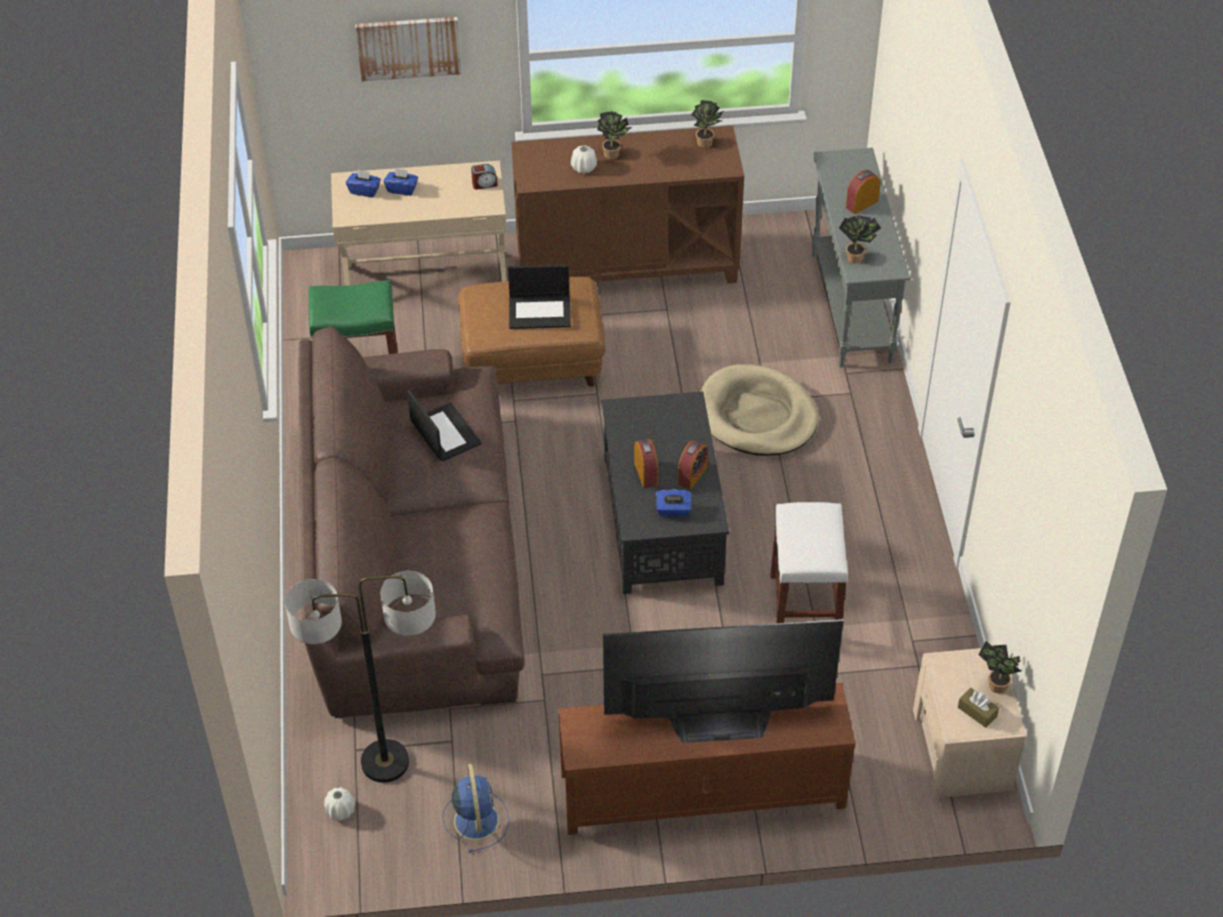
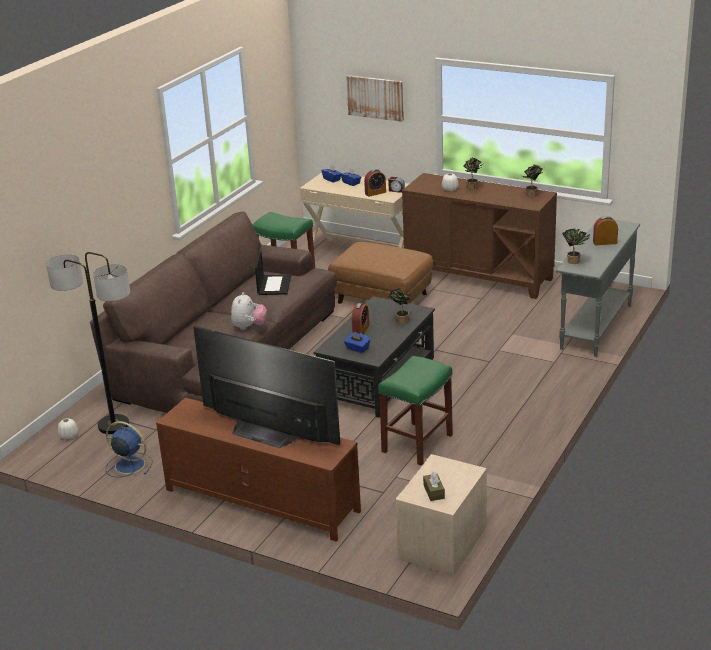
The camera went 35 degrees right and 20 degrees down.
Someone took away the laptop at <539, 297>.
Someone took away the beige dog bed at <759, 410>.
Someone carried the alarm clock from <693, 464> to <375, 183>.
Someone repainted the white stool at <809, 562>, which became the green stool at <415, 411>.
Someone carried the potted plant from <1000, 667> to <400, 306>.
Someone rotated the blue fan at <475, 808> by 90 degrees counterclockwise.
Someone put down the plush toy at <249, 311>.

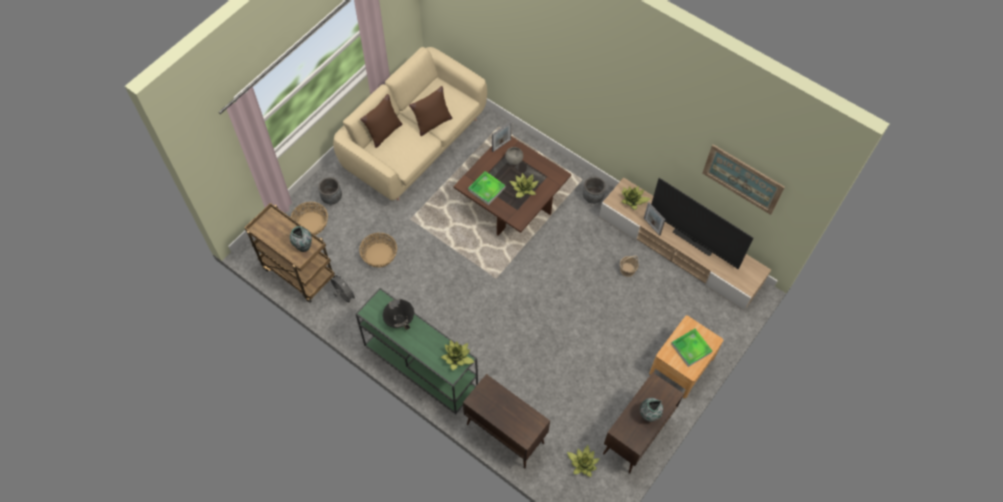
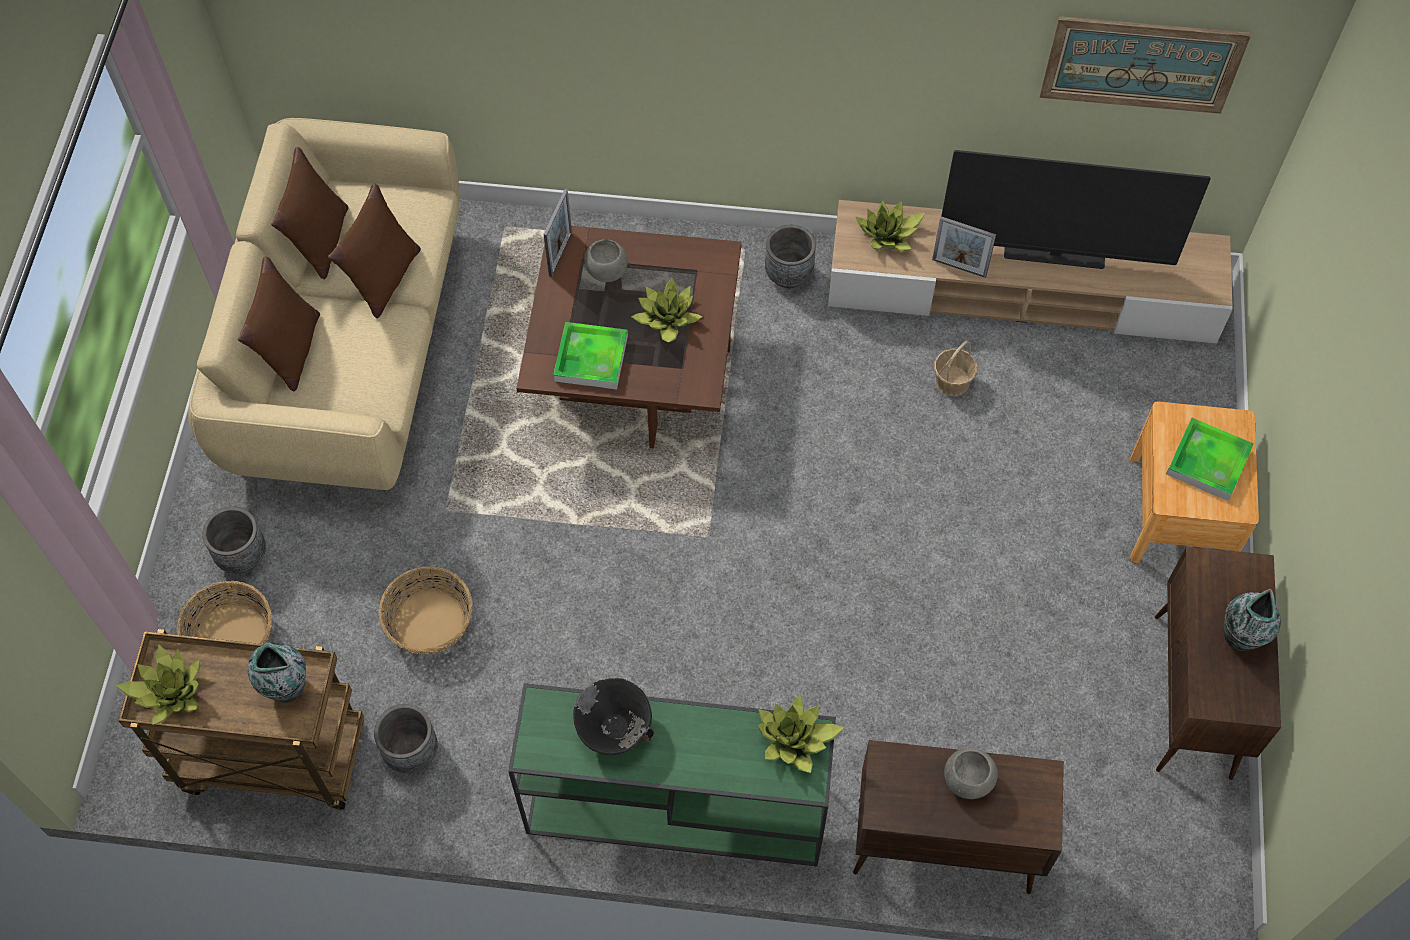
The camera went 30 degrees left and 0 degrees up.
Someone swapped the grey fan at <344, 288> for the grey planter at <406, 738>.
Someone carried the potted plant from <583, 461> to <157, 684>.
Someone put down the brown pillow at <310, 213>.
Someone put down the grey bowl at <971, 773>.

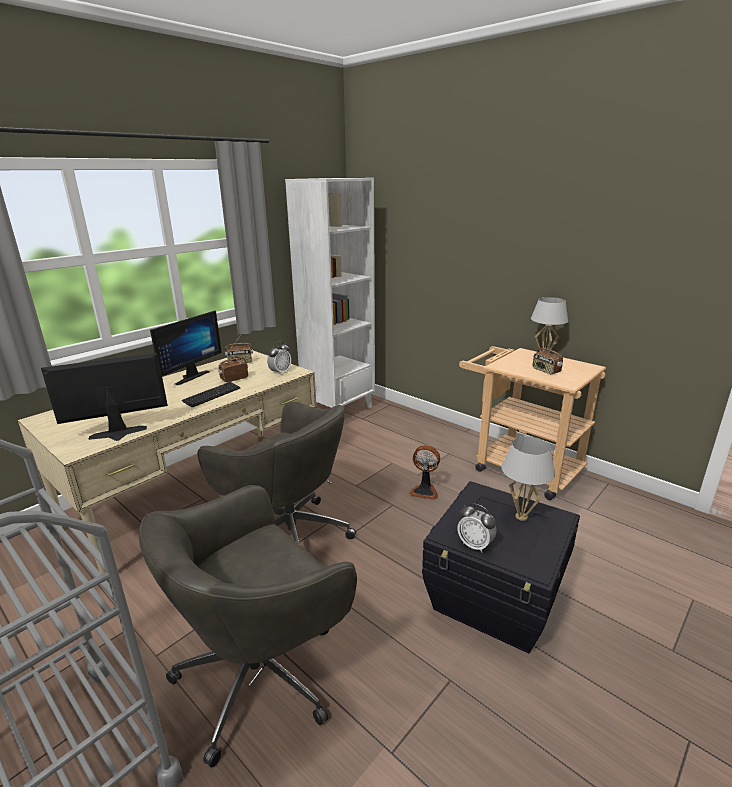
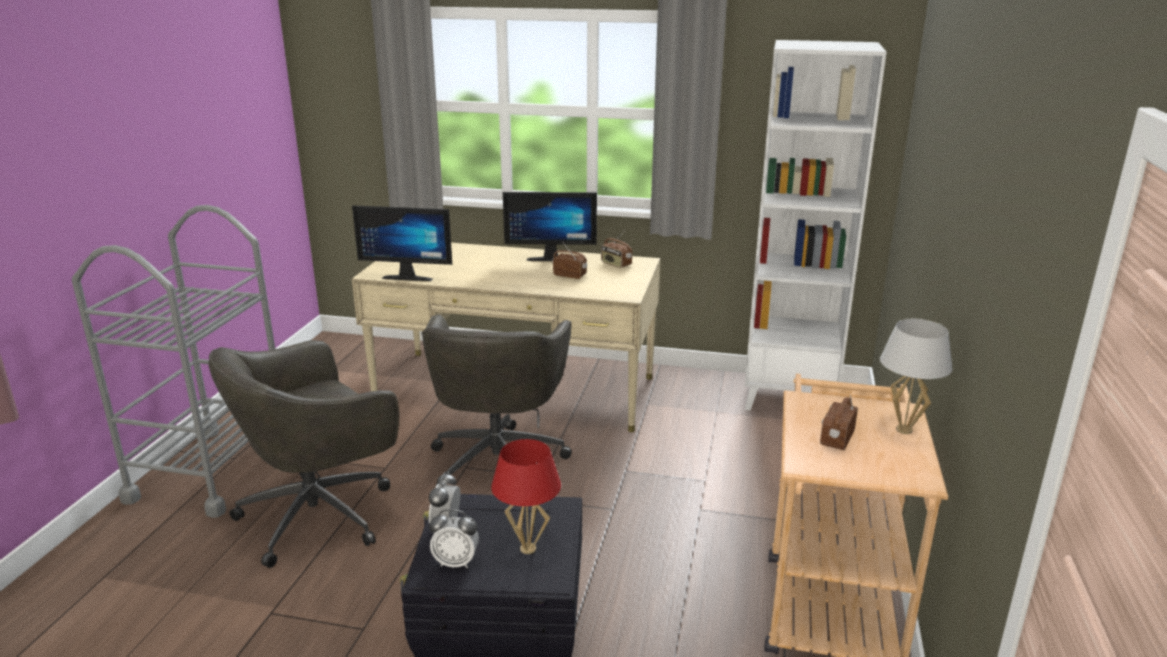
The camera went 60 degrees right and 0 degrees up.
Someone carried the alarm clock from <279, 358> to <454, 539>.
Someone rotated the monitor at <104, 397> by 150 degrees clockwise.
Someone took away the keyboard at <211, 395>.
Someone repainted the white table lamp at <528, 478>, which became the red table lamp at <526, 496>.
Someone took away the fan at <424, 472>.
Someone rotated the grey office chair at <248, 626> by 60 degrees counterclockwise.

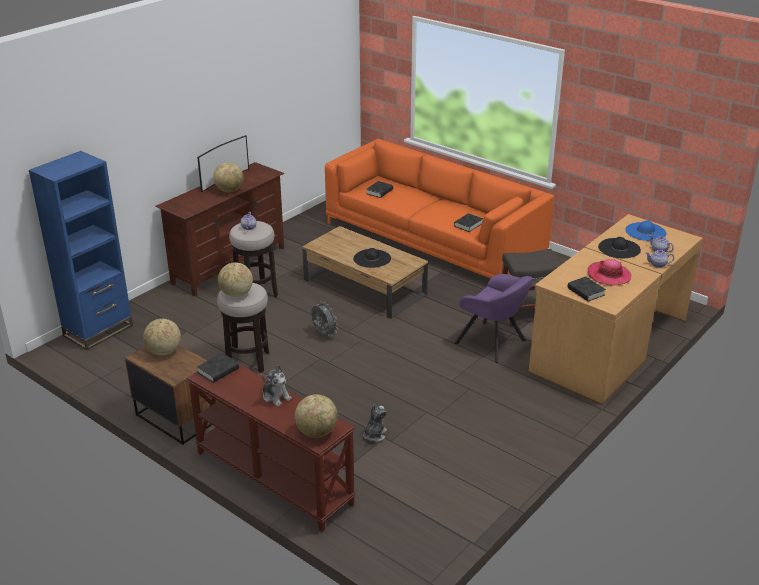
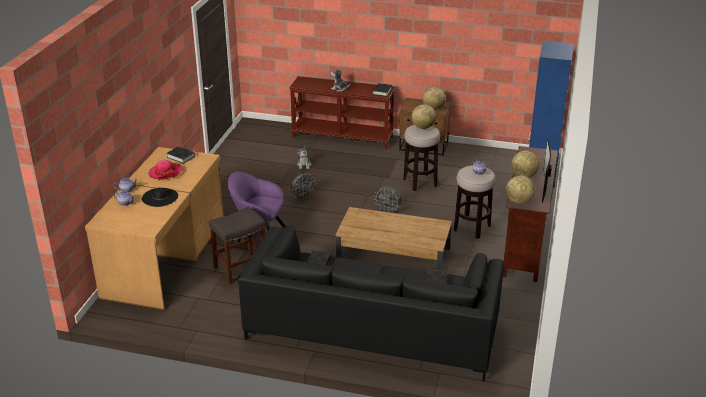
The camera went 155 degrees right and 0 degrees up.
Someone repainted the orange sofa at <439, 209>, which became the black sofa at <371, 303>.
Someone took away the blue hat at <645, 231>.
Someone took away the black hat at <372, 258>.
Someone carried the globe from <316, 416> to <521, 190>.
Someone put down the grey fan at <302, 186>.

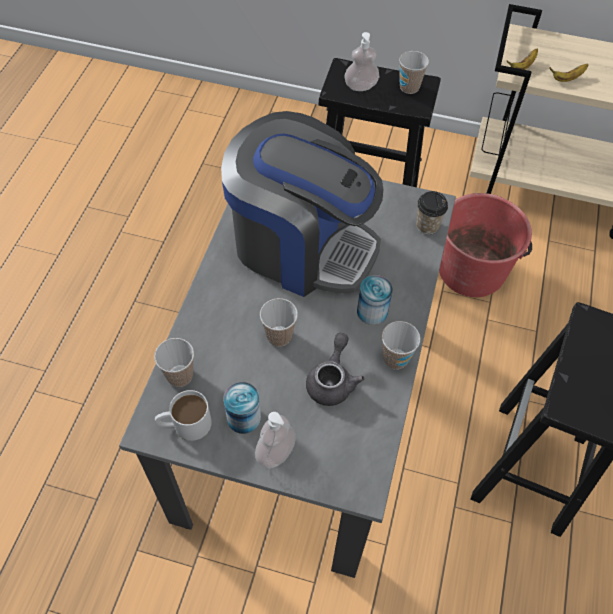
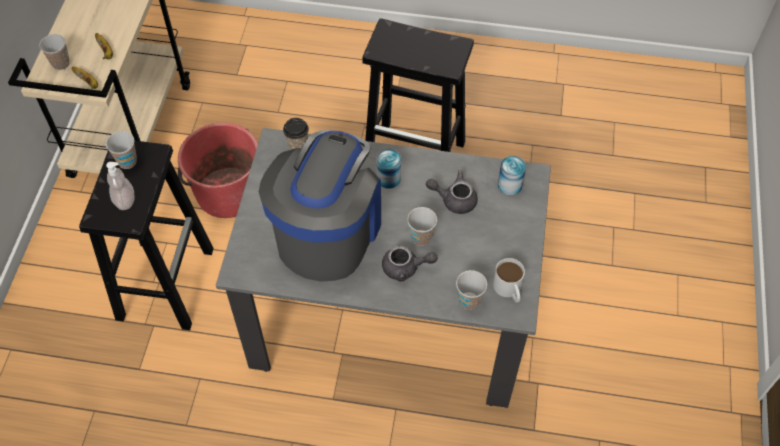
The camera went 95 degrees left and 0 degrees up.
Someone carried the cup from <401, 345> to <54, 52>.
Someone carried the can from <242, 408> to <512, 175>.
Someone took away the soap dispenser at <275, 440>.
Someone put down the grey teapot at <410, 263>.

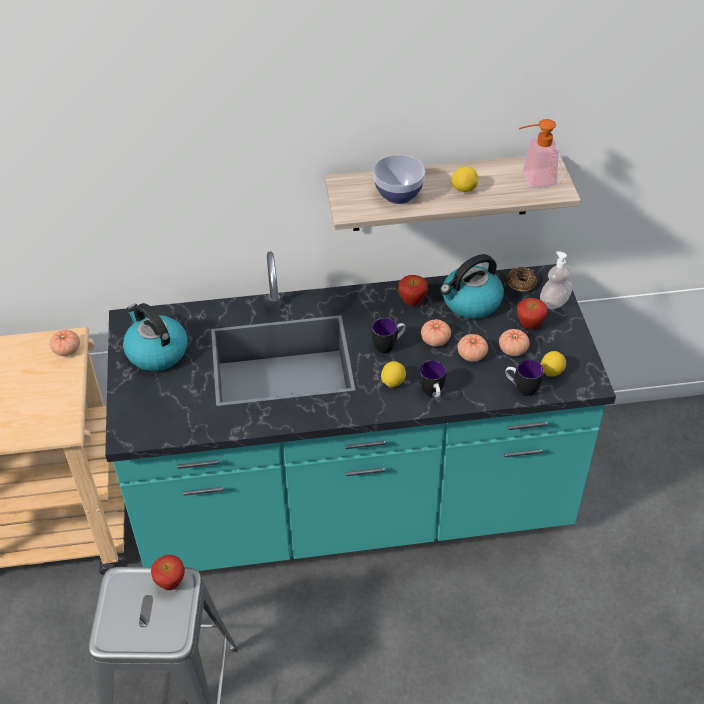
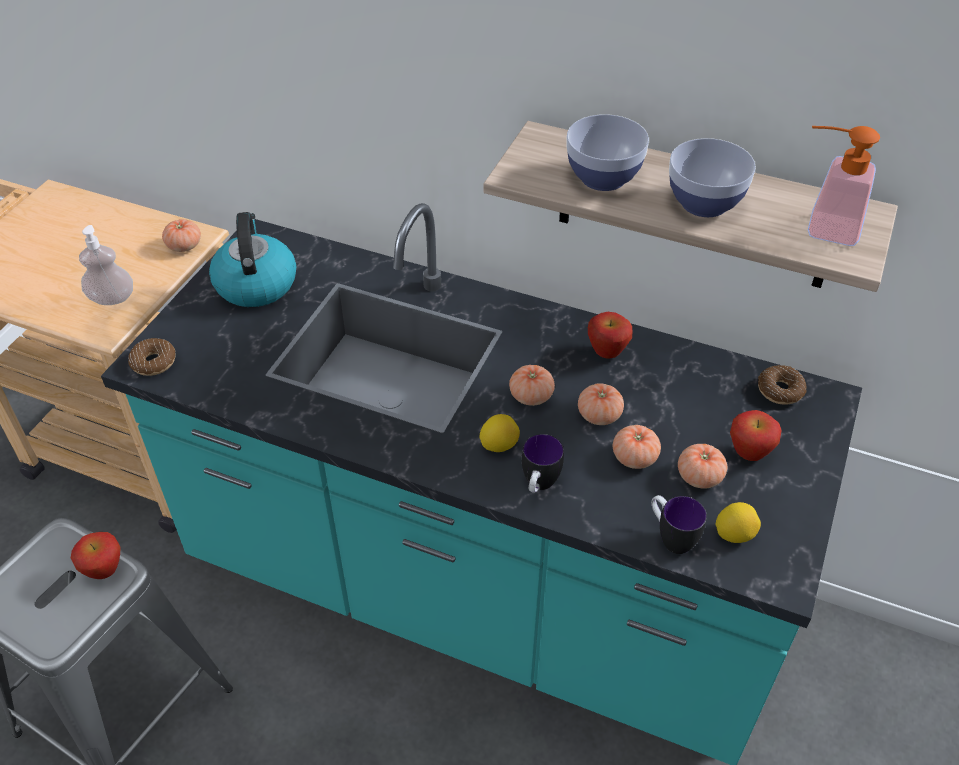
The camera went 30 degrees right and 0 degrees up.
Someone swapped the lemon at <464, 179> for the bowl at <712, 177>.
Someone carried the soap dispenser from <556, 280> to <106, 265>.
Someone took away the kettle at <472, 286>.
Someone swapped the mug at <389, 336> for the tomato at <532, 385>.
Someone put down the donut at <152, 357>.

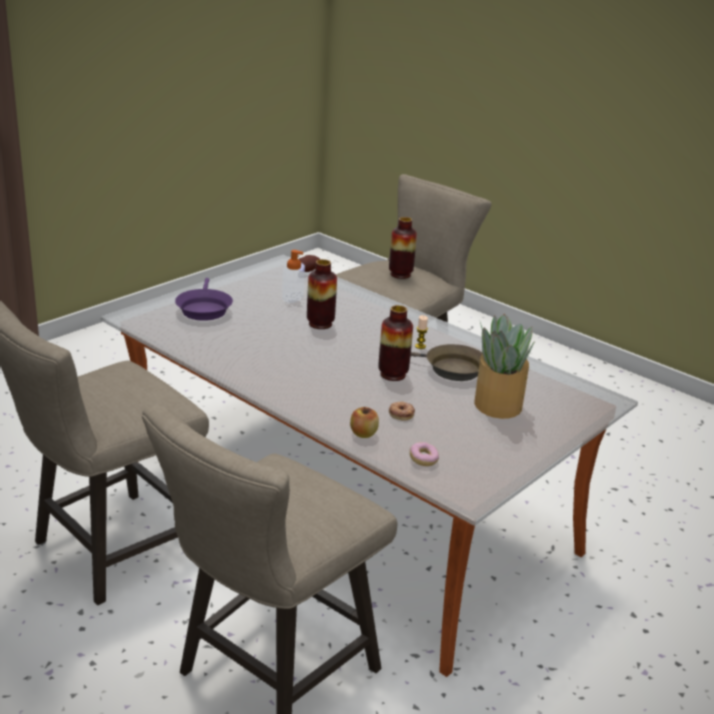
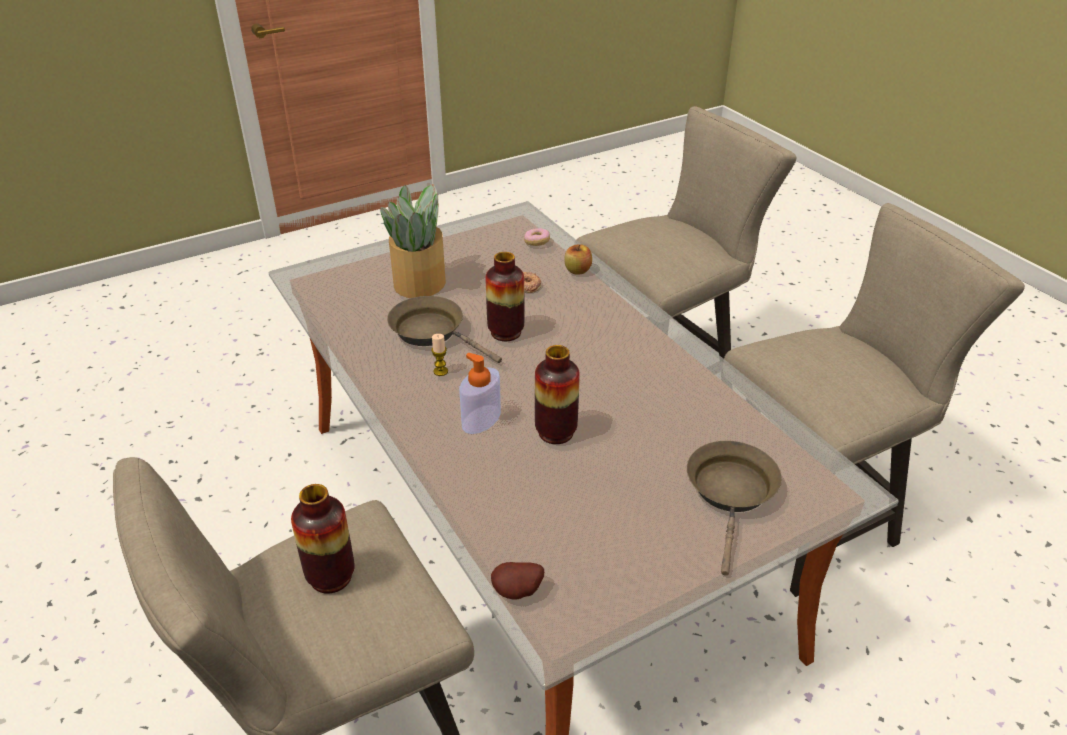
The camera went 160 degrees left and 10 degrees up.
Someone carried the soap dispenser from <293, 276> to <480, 393>.
Someone repainted the purple frying pan at <204, 299>, which became the brown frying pan at <734, 508>.

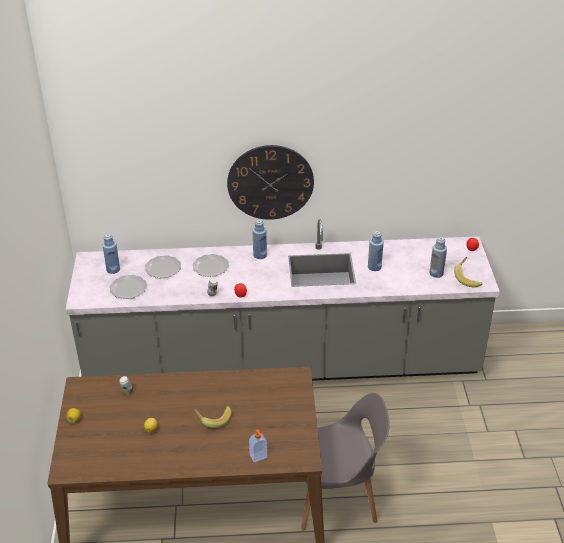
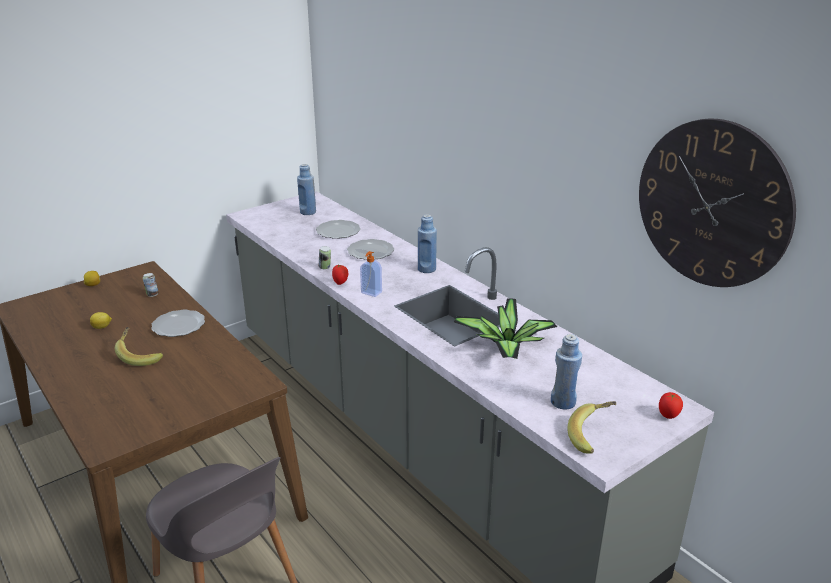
The camera went 55 degrees right and 10 degrees down.
Someone carried the wall clock from <270, 182> to <717, 203>.
Someone swapped the blue bottle at <376, 251> for the potted plant at <505, 328>.
Someone carried the plate from <128, 287> to <178, 323>.
Someone carried the soap dispenser from <258, 445> to <371, 274>.

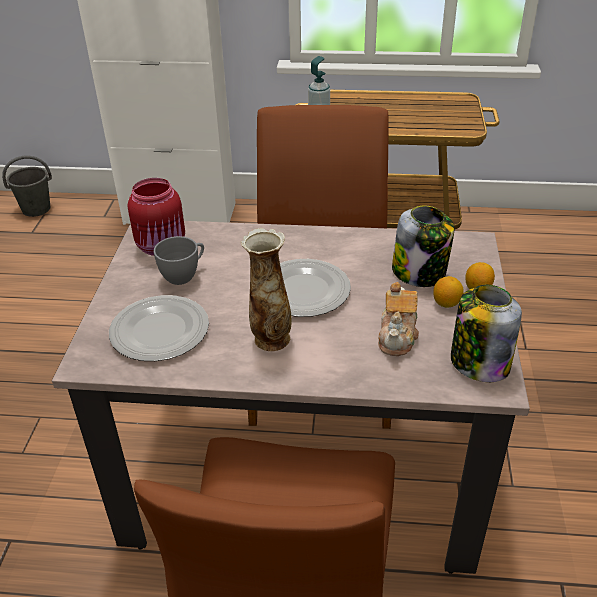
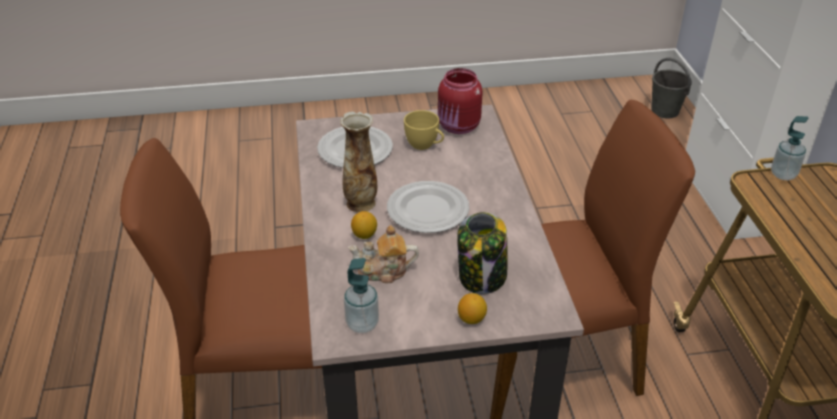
The camera went 75 degrees right and 0 degrees up.
Someone repainted the grey cup at <179, 260>, which became the yellow cup at <424, 130>.
Someone carried the lemon from <448, 292> to <364, 225>.
Someone swapped the jar at <486, 333> for the soap dispenser at <361, 295>.

